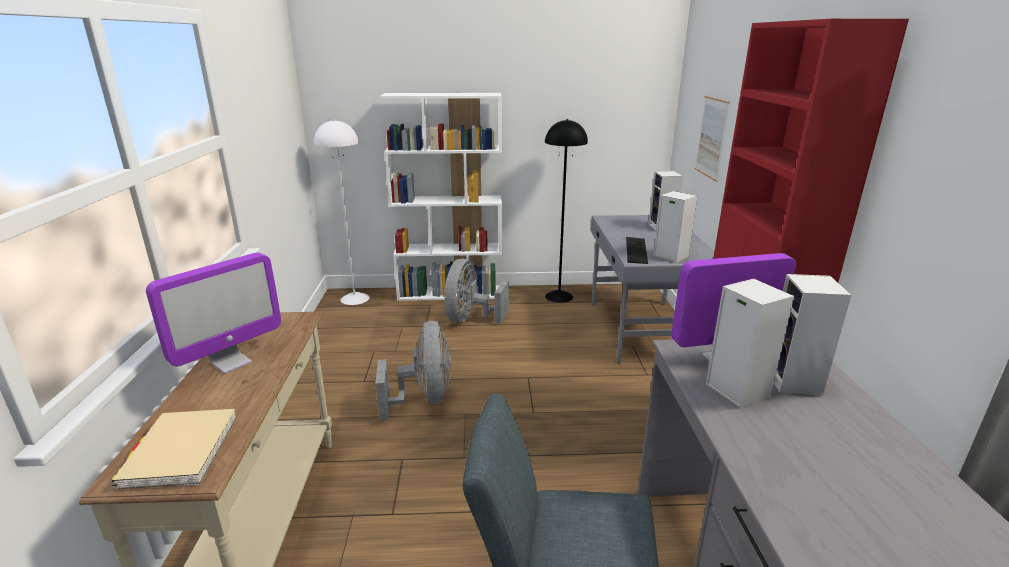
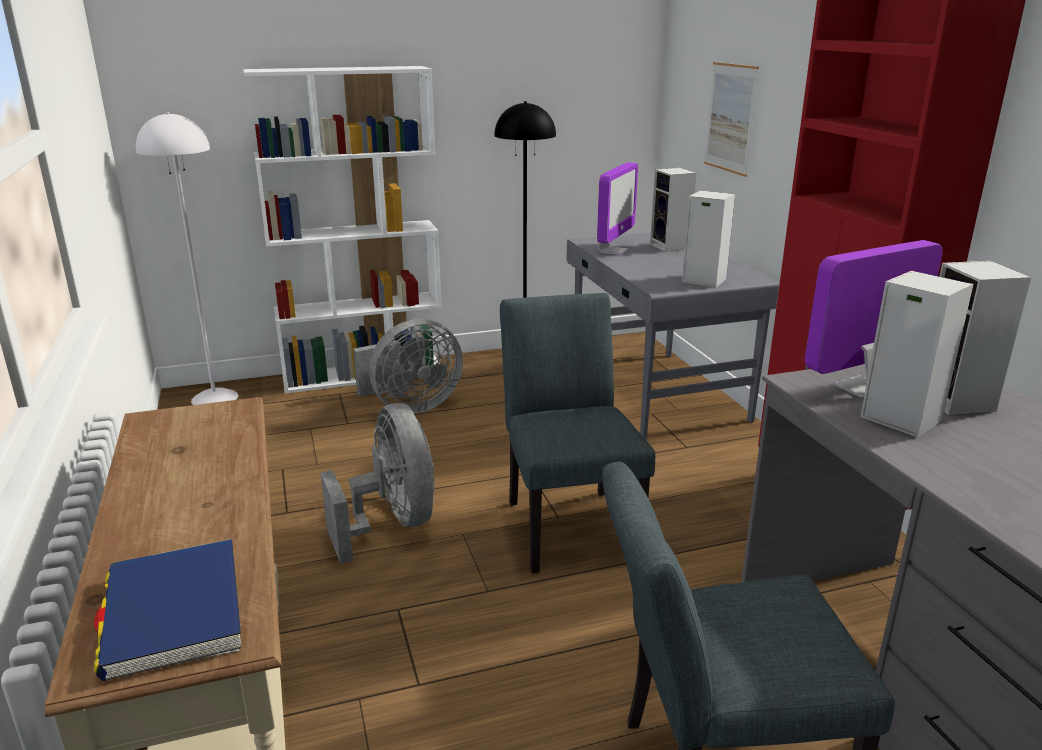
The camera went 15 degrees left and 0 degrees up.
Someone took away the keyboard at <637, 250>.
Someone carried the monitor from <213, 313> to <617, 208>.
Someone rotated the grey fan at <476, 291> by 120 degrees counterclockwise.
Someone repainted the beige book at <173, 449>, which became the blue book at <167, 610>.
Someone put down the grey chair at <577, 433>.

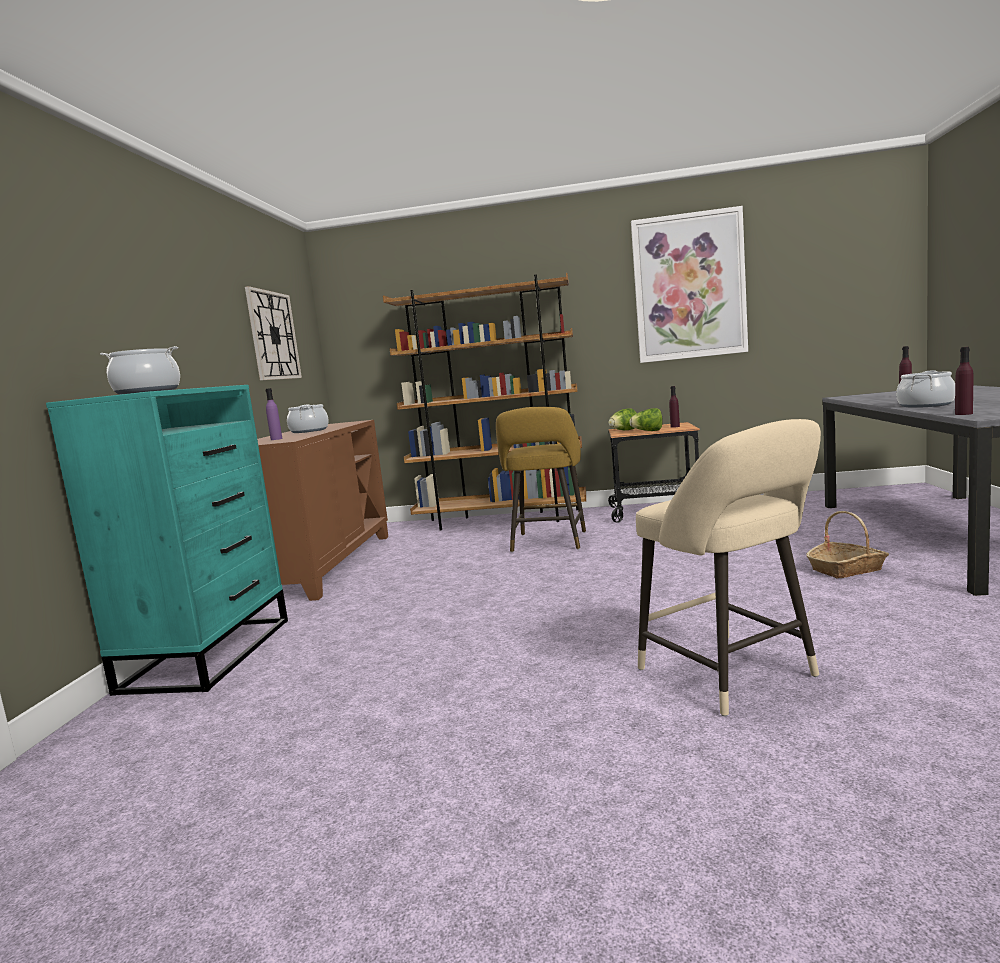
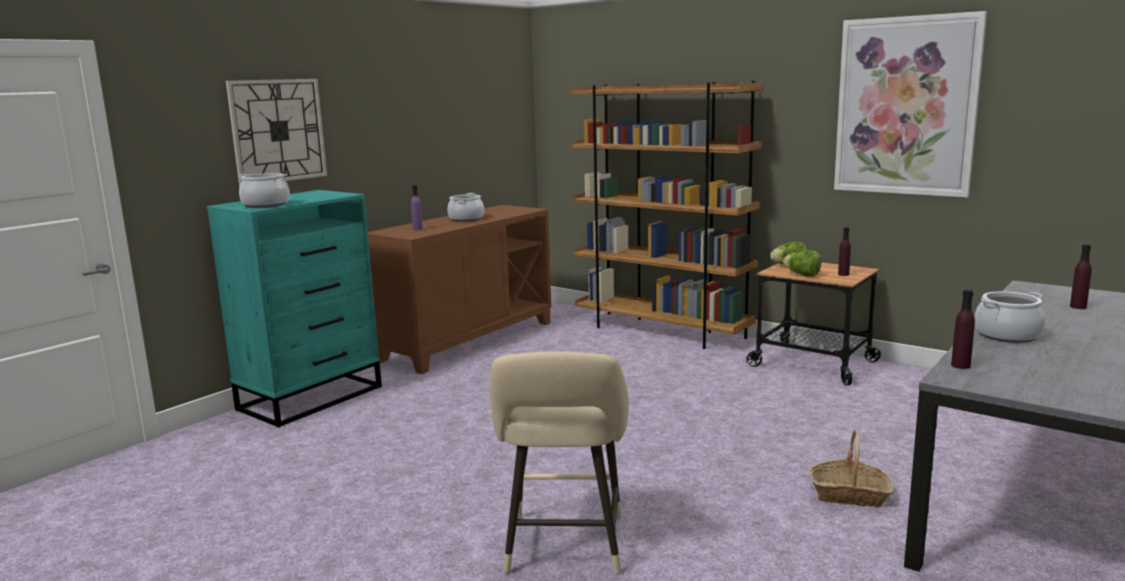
The camera went 30 degrees right and 5 degrees up.
Someone carried the wall clock from <273, 333> to <276, 133>.
Someone took away the yellow stool at <541, 479>.

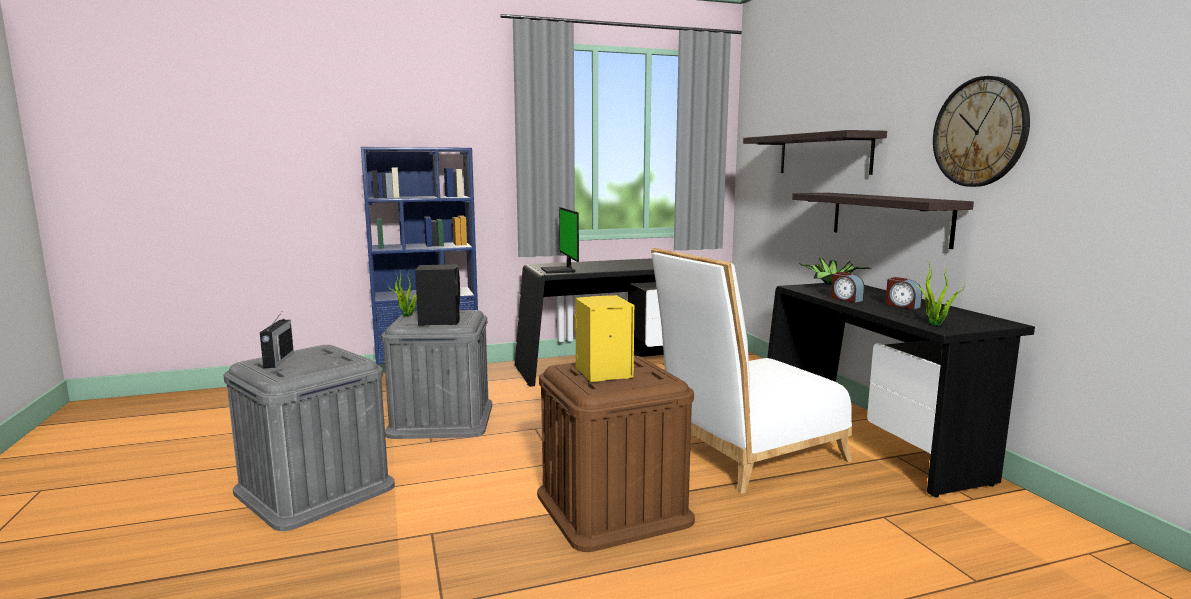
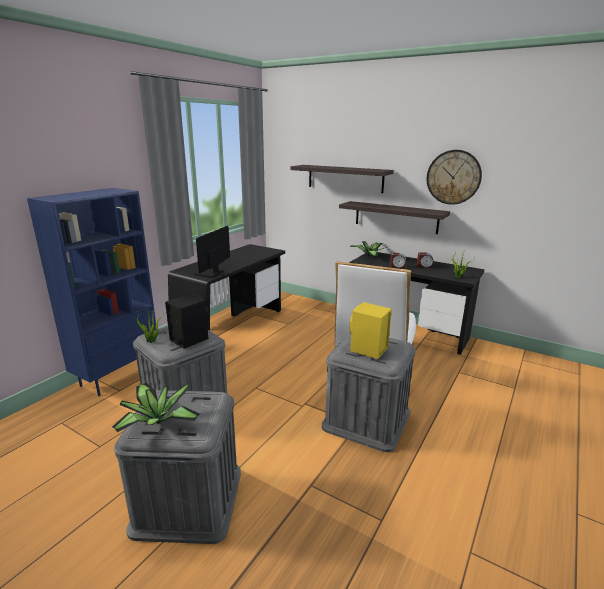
The camera went 40 degrees left and 10 degrees up.
Someone rotated the monitor at <560, 240> by 75 degrees clockwise.
Someone swapped the radio at <277, 340> for the potted plant at <156, 407>.
Someone repainted the brown storage box at <616, 454>, which became the grey storage box at <369, 392>.

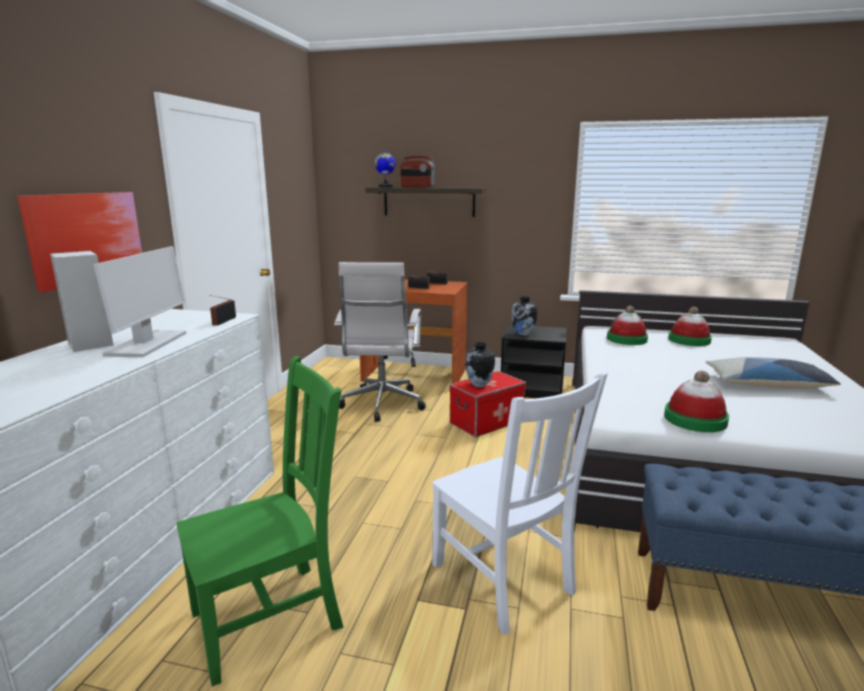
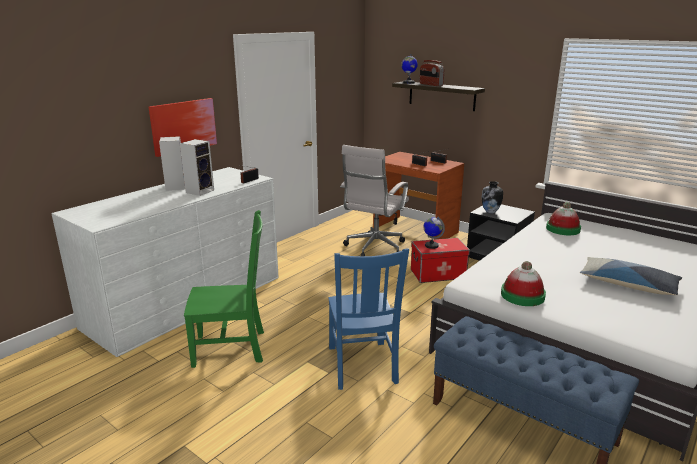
The camera went 25 degrees right and 5 degrees up.
Someone swapped the monitor at <139, 301> for the speaker at <197, 167>.
Someone took away the hat at <690, 326>.
Someone swapped the vase at <480, 364> for the globe at <434, 233>.
Someone repainted the white chair at <520, 503>, which became the blue chair at <368, 319>.

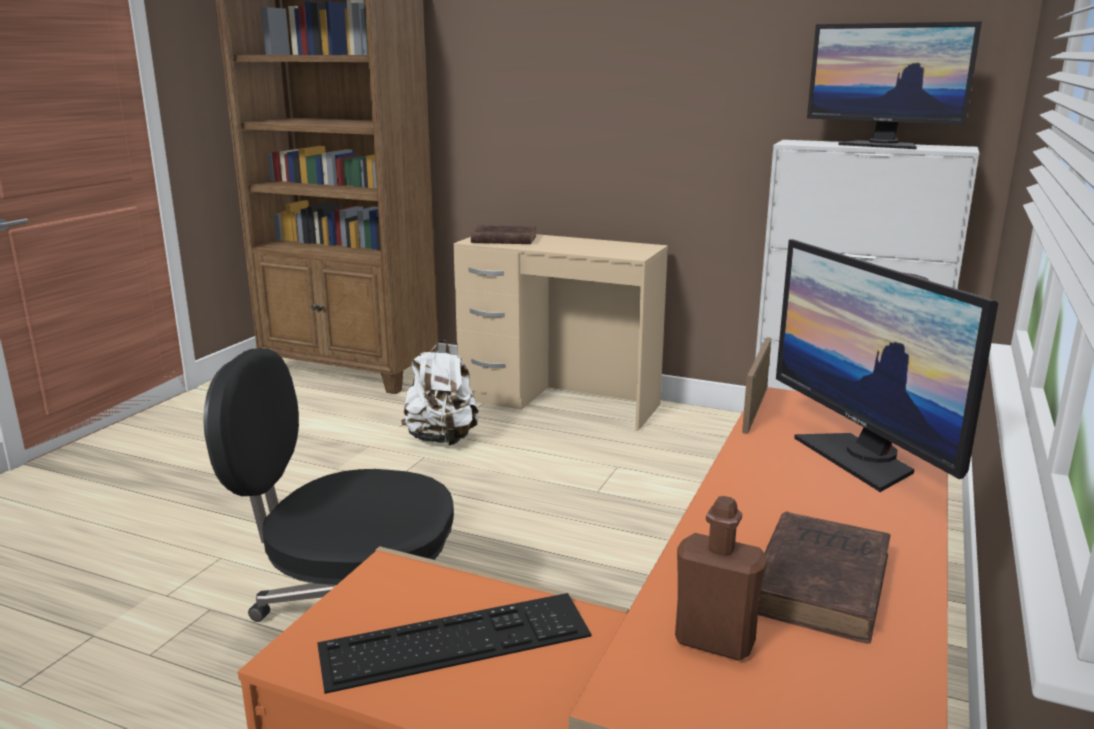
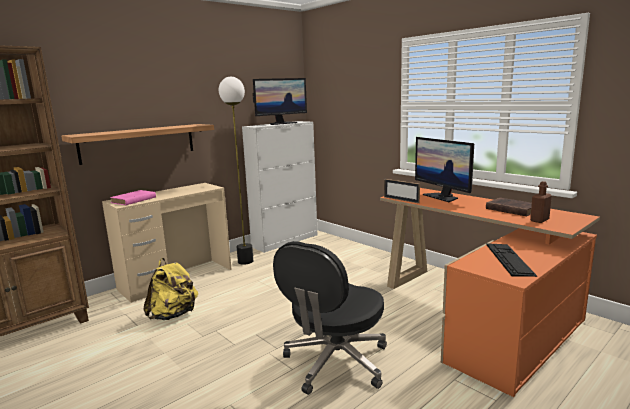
The camera went 65 degrees left and 5 degrees down.
Someone repainted the brown book at <503, 234>, which became the pink book at <133, 197>.
Someone rotated the monitor at <887, 365> by 60 degrees clockwise.
Someone repainted the white backpack at <440, 392>, which became the yellow backpack at <170, 289>.
Someone put down the floor lamp at <236, 171>.
Someone put up the shelf at <137, 144>.

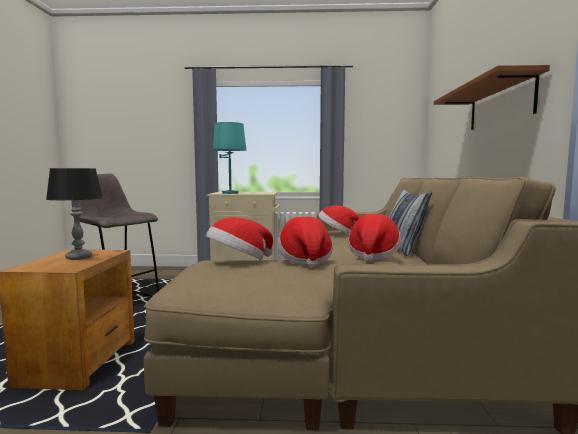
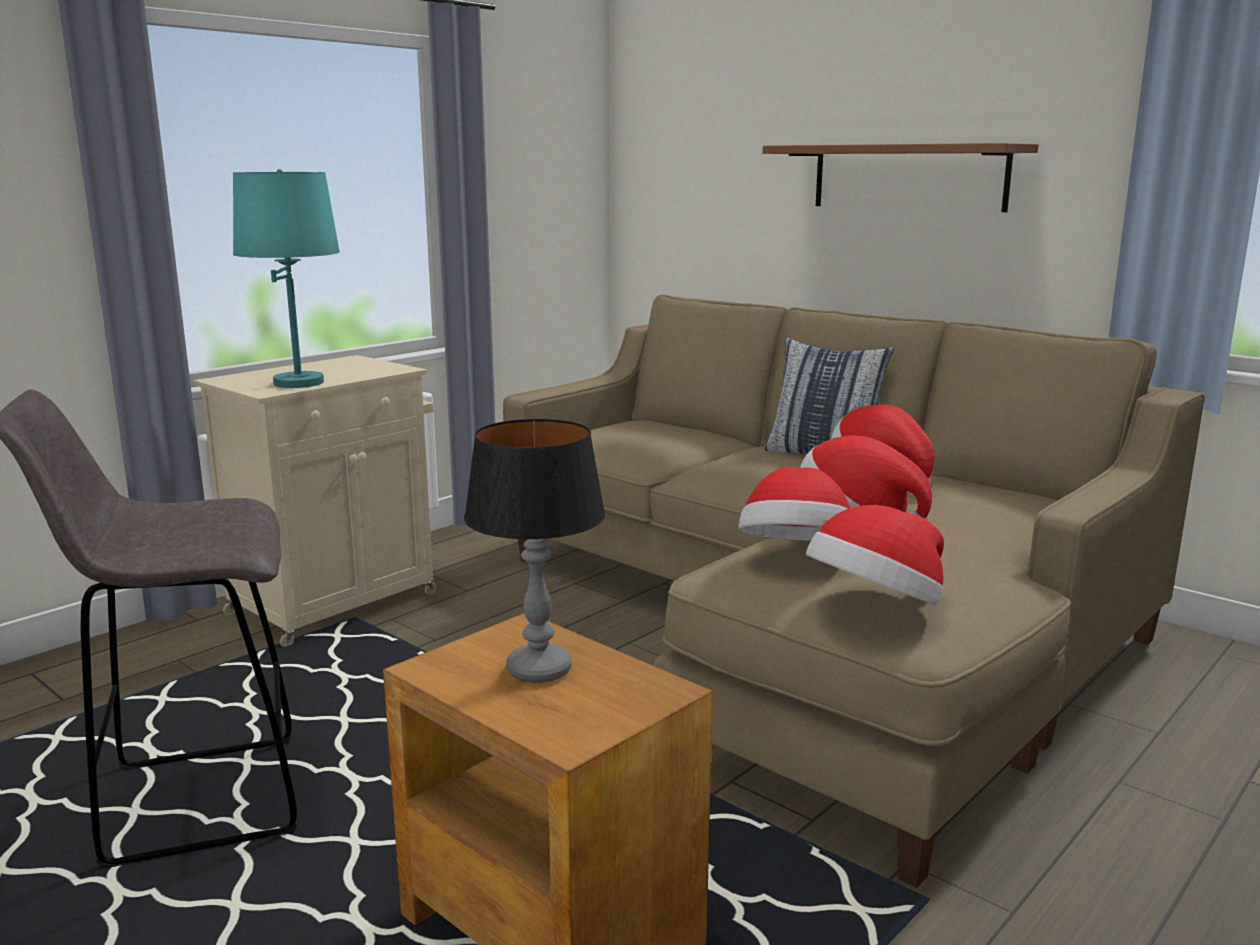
The camera went 50 degrees left and 10 degrees up.
Someone carried the hat from <339, 219> to <875, 555>.

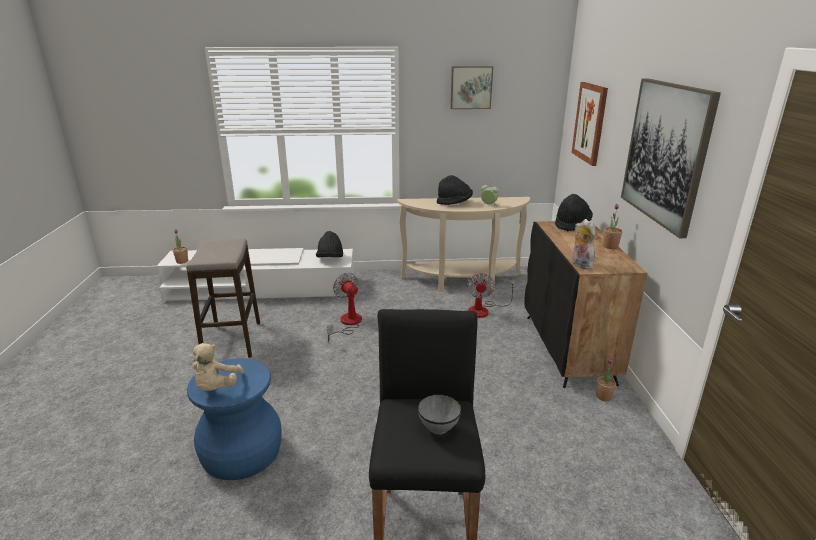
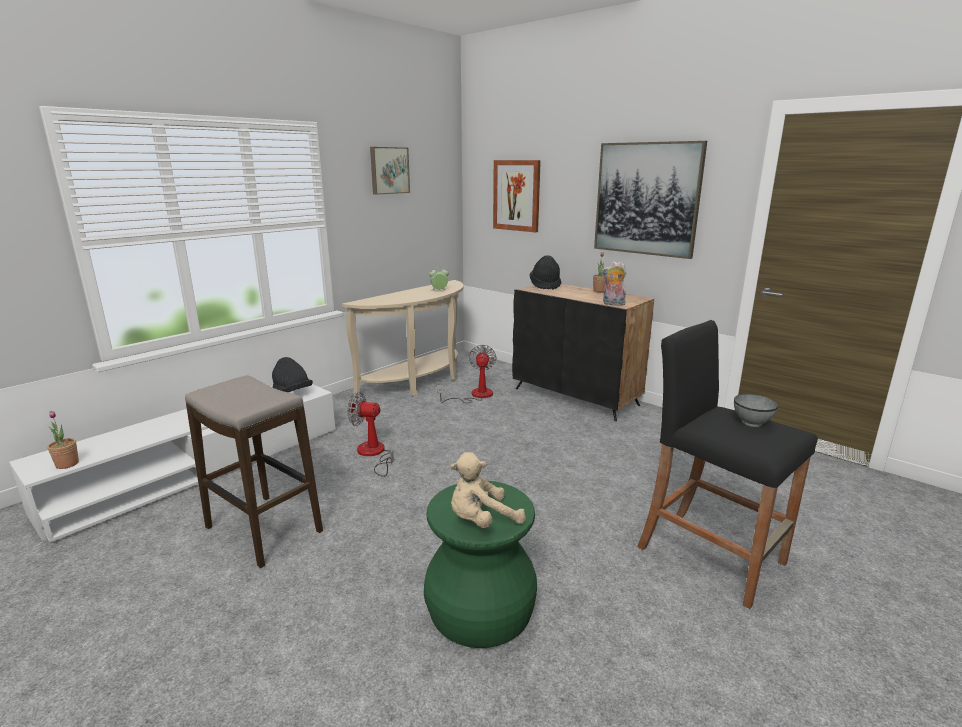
The camera went 45 degrees left and 5 degrees down.
Someone took away the black hat at <455, 190>.
Someone rotated the fan at <491, 295> by 135 degrees counterclockwise.
Someone rotated the beige plush toy at <218, 367> by 105 degrees clockwise.
Someone repainted the blue stool at <234, 419>, which became the green stool at <480, 564>.
Someone took away the potted plant at <606, 379>.

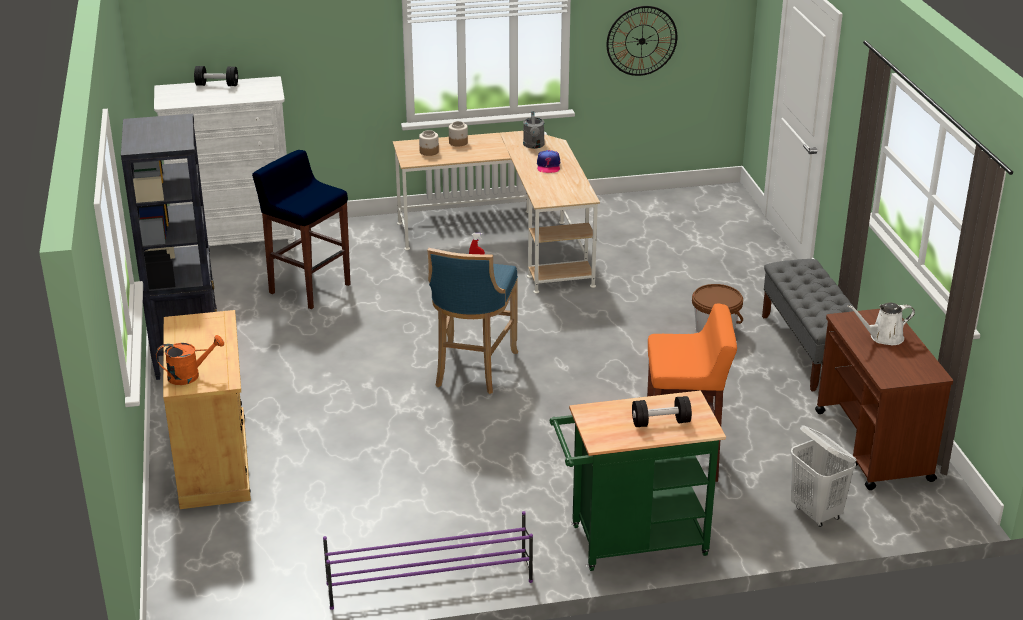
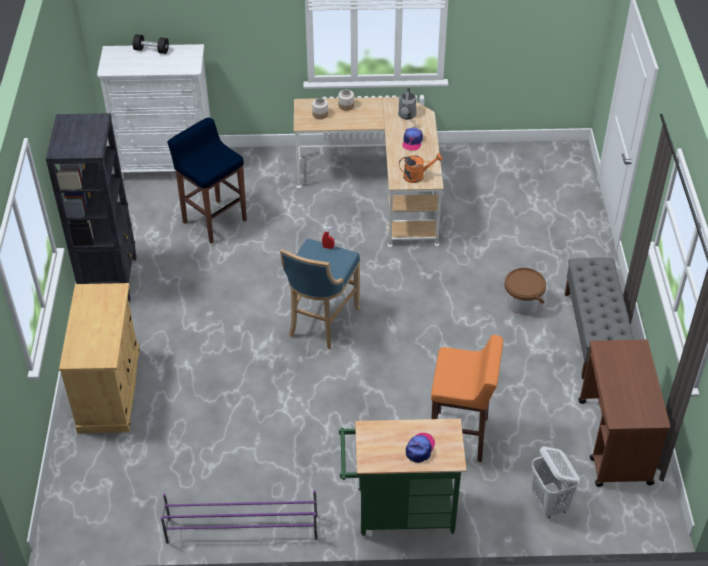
The camera went 10 degrees right and 15 degrees up.
Someone took away the wall clock at <642, 41>.
Someone took away the white watering can at <881, 324>.
Someone carried the orange watering can from <190, 360> to <420, 168>.
Someone swapped the black dumbbell at <662, 411> for the cap at <420, 448>.

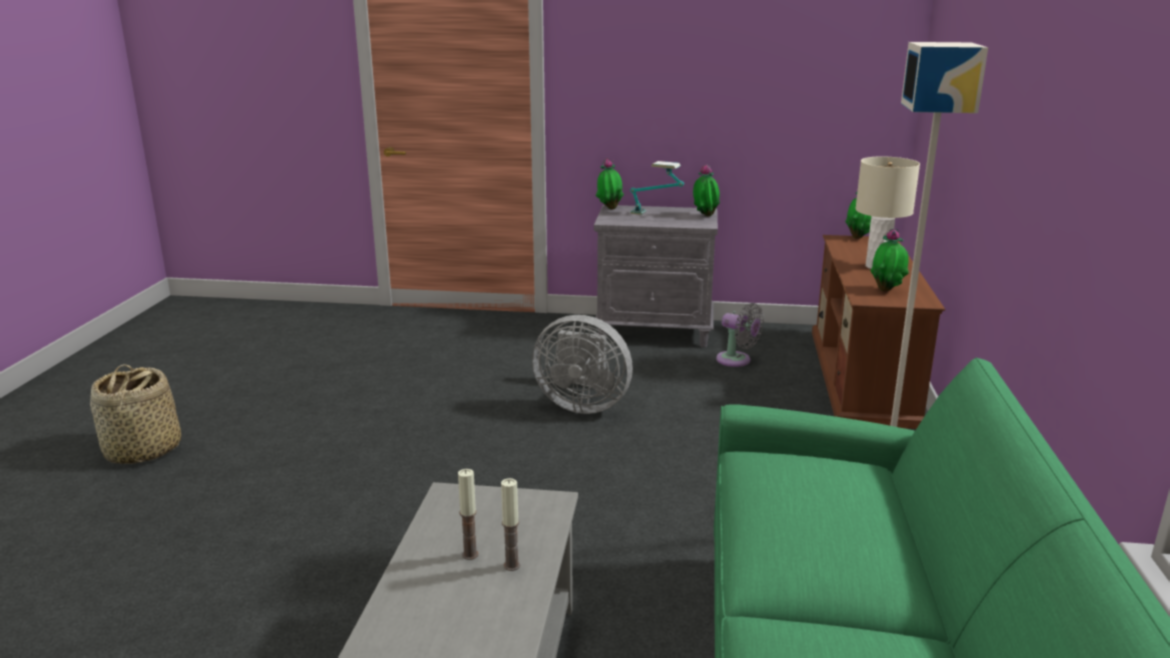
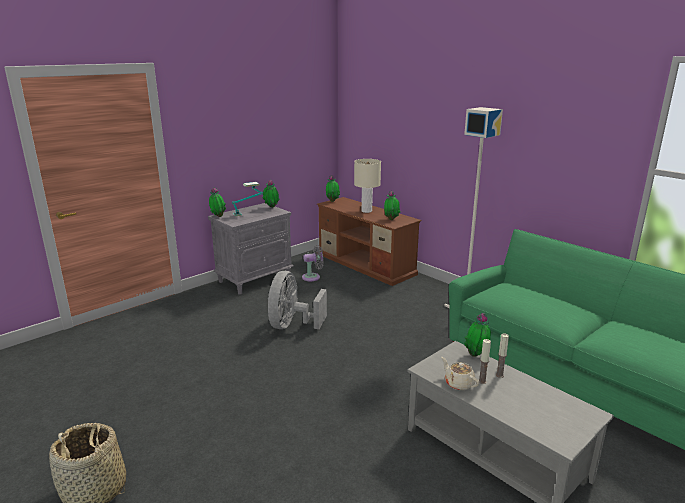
The camera went 50 degrees left and 0 degrees up.
Someone rotated the grey fan at <582, 364> by 135 degrees clockwise.
Someone put down the potted plant at <477, 335>.
Someone put down the beige teapot at <460, 373>.

